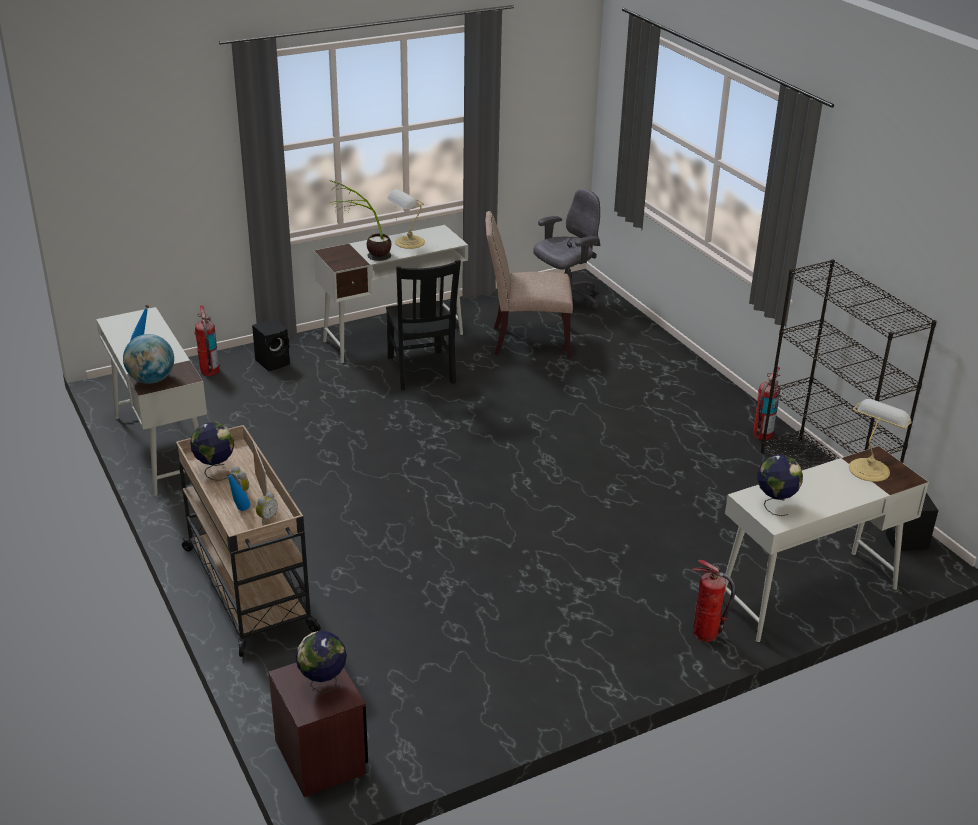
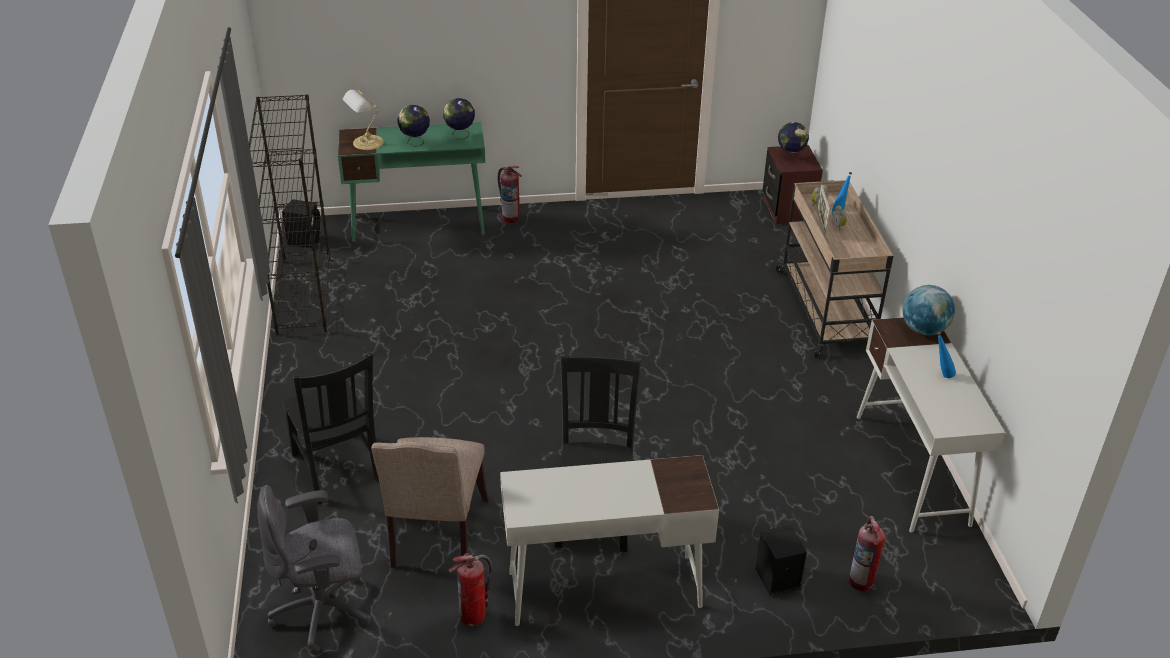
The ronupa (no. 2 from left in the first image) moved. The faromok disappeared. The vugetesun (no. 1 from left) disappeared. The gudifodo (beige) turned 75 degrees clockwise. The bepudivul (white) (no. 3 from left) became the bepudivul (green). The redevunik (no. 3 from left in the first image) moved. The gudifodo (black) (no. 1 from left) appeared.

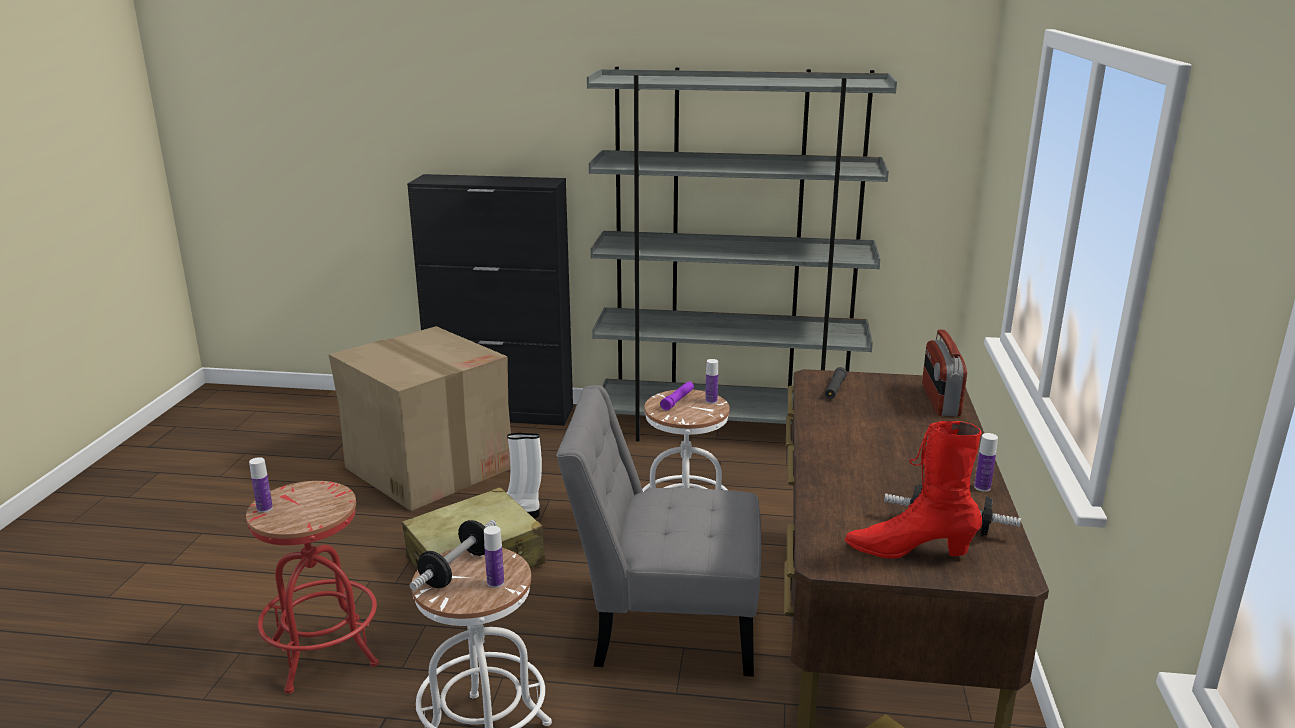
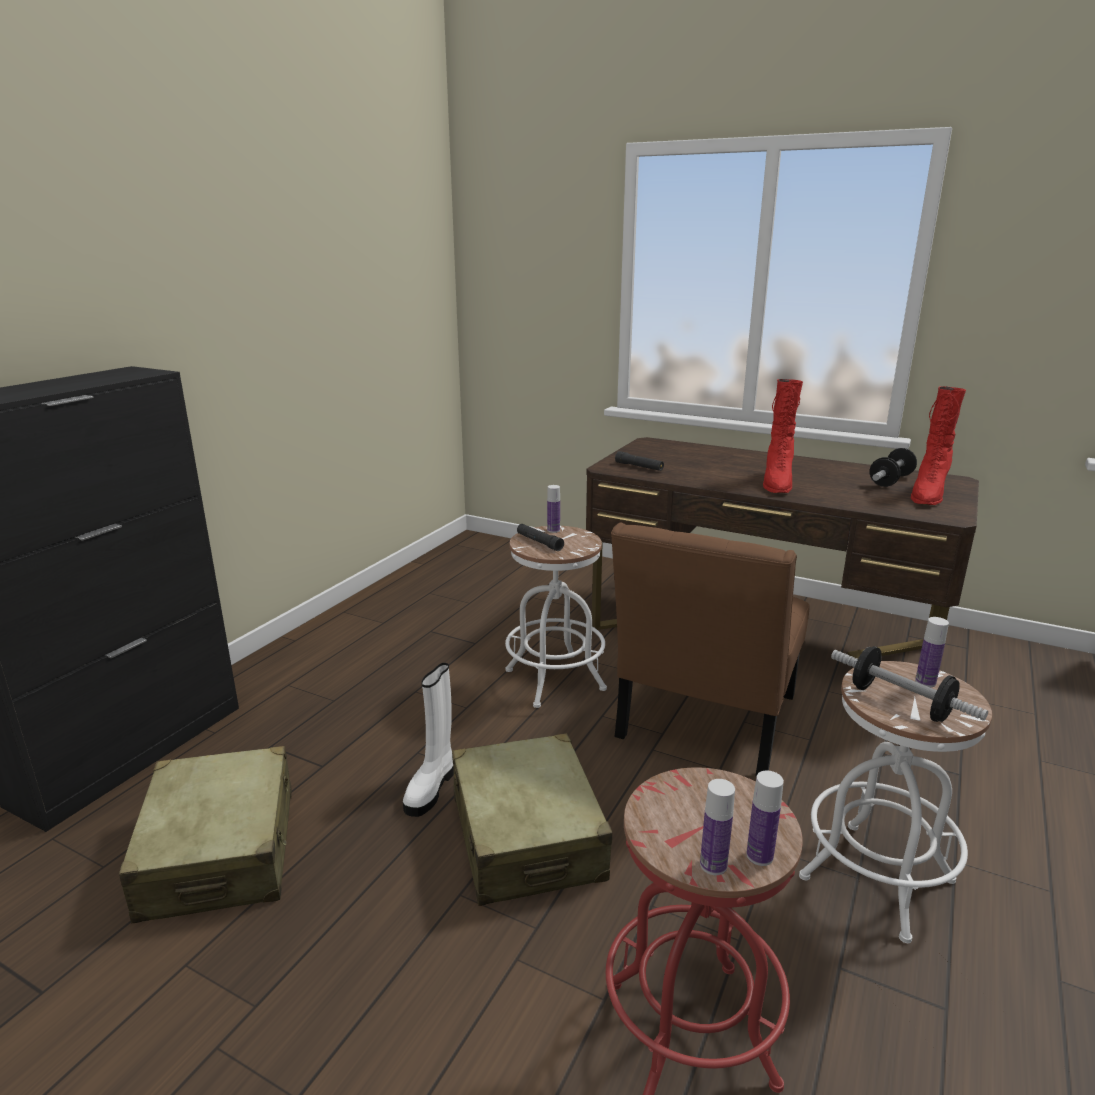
The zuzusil was replaced by the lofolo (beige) (no. 1 from left). The gudifodo (grey) became the gudifodo (brown). The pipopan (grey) disappeared. The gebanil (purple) became the gebanil (black) (no. 1 from left). The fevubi disappeared. The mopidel (no. 4 from left in the first image) moved. The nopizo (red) (no. 1 from left) appeared.

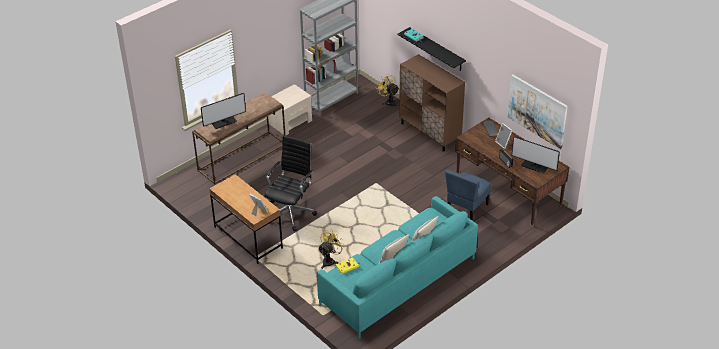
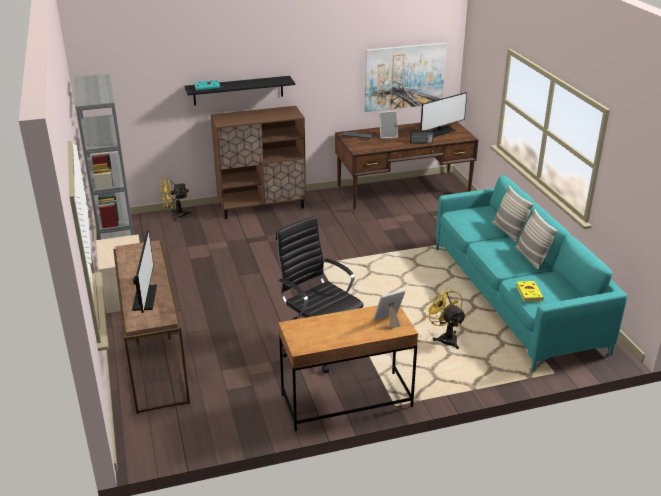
The gudifodo (blue) disappeared.

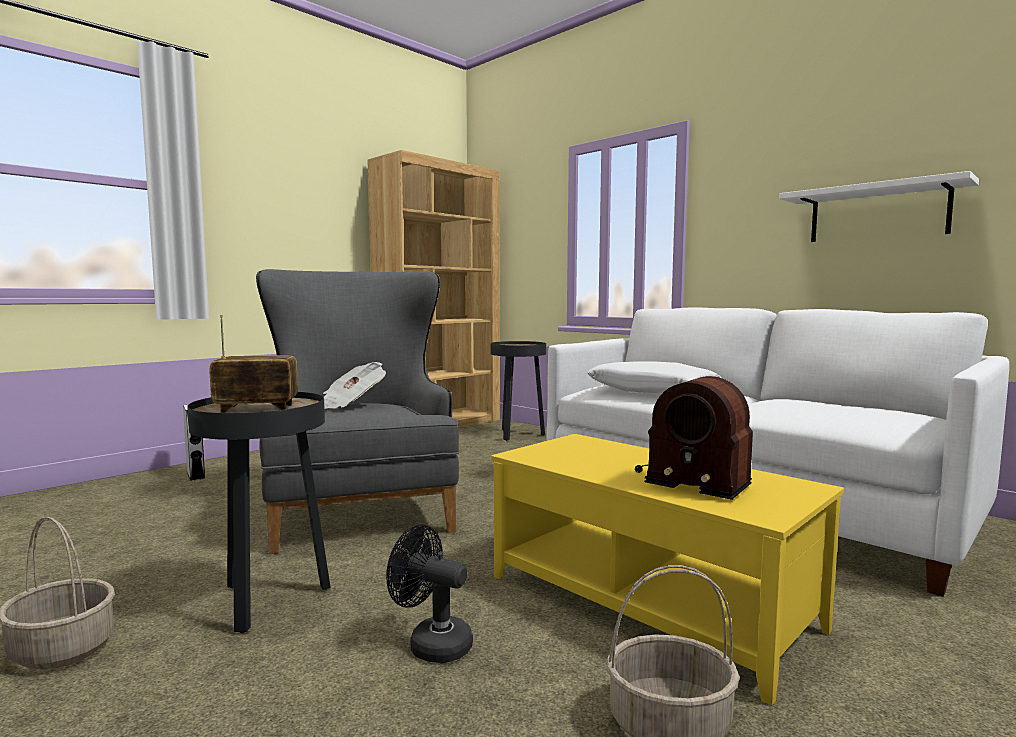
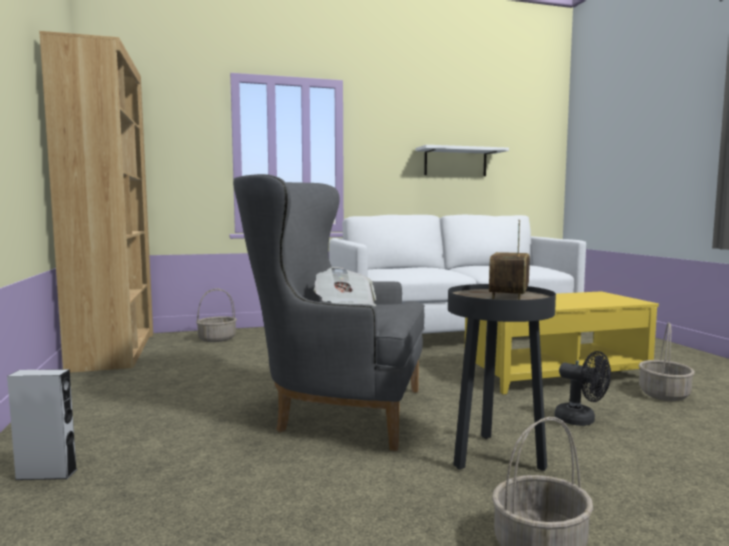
The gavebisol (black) turned 105 degrees counterclockwise. The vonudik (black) (no. 2 from left) was replaced by the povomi (no. 1 from left). The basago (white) disappeared. The fevubi (no. 2 from left) disappeared.

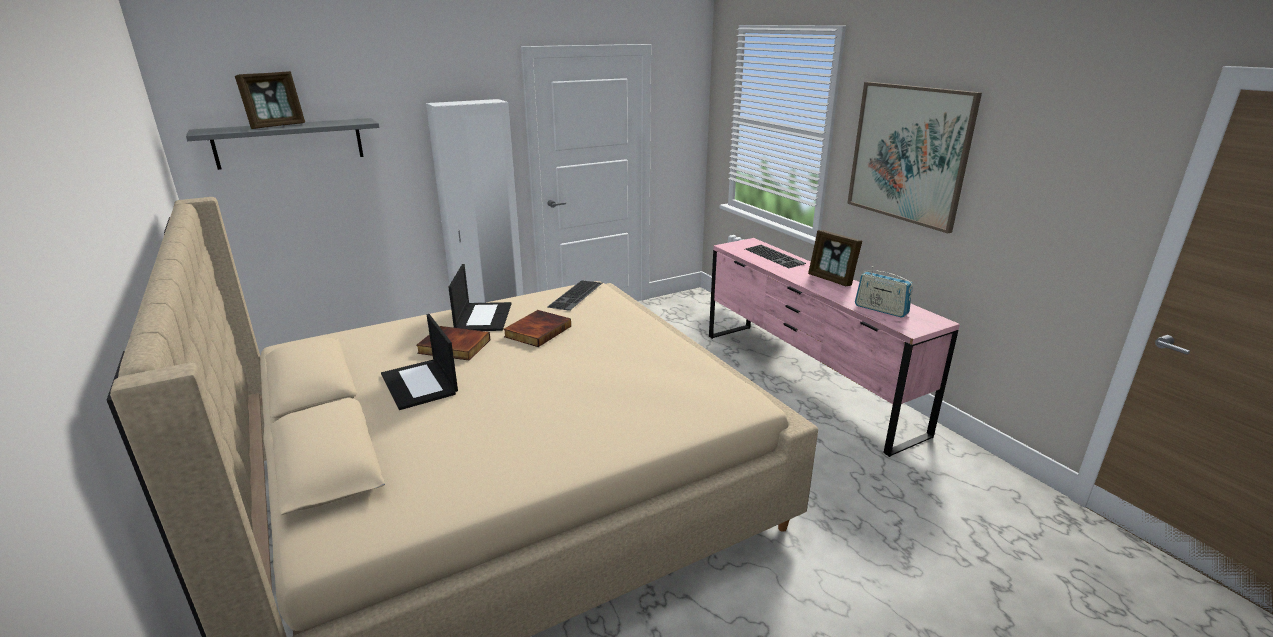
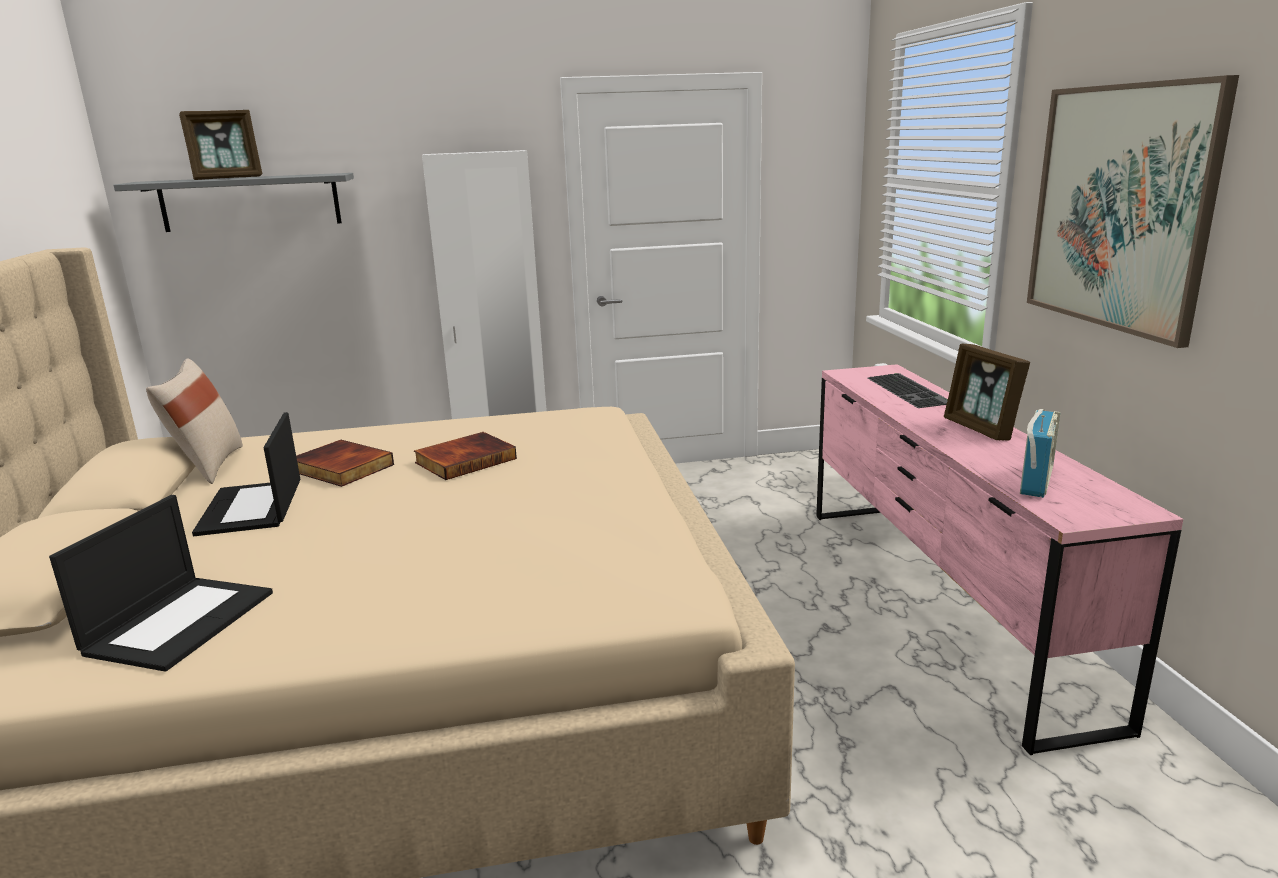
The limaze (no. 2 from left in the first image) moved. The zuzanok (no. 1 from left) disappeared. The fevubi turned 120 degrees counterclockwise. The basago (beige) appeared.

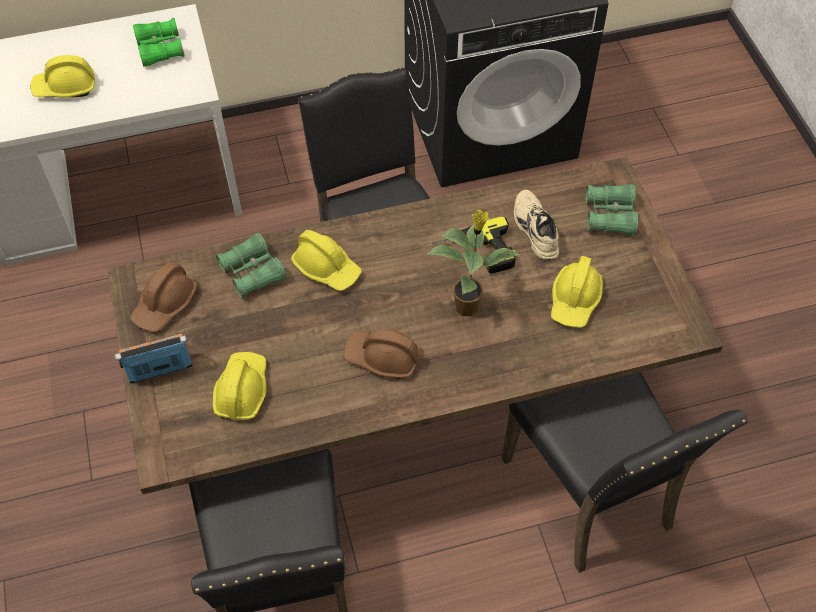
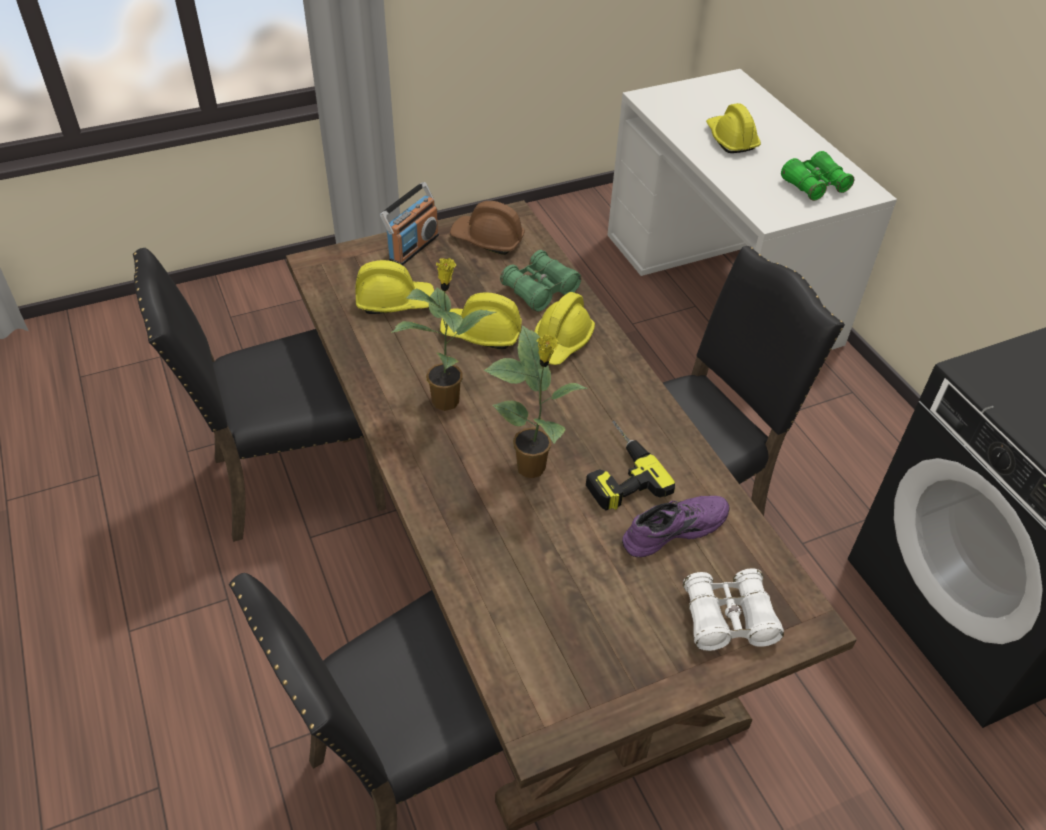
The fevubi turned 60 degrees clockwise. The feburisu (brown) (no. 2 from left) was replaced by the faromok (no. 1 from left). The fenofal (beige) became the fenofal (purple). The feburisu (yellow) (no. 4 from left in the first image) moved. The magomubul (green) (no. 3 from left) became the magomubul (white).

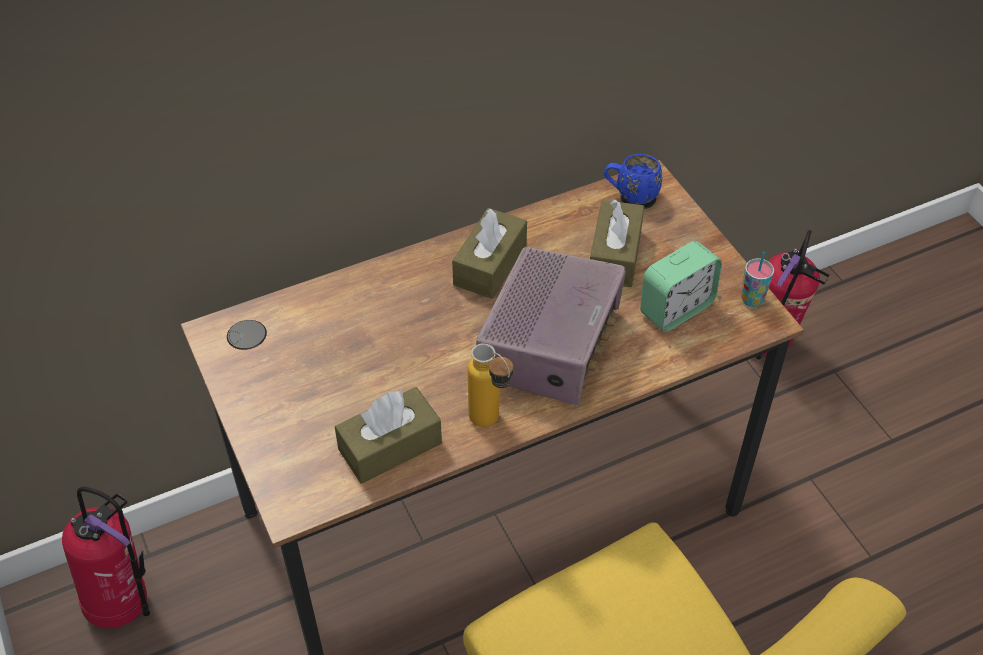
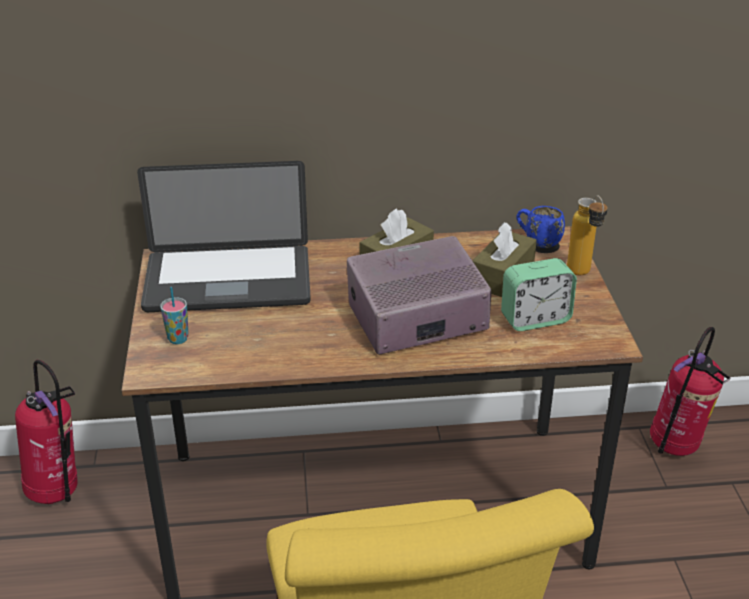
The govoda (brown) (no. 1 from left) disappeared. The mopidel moved. The fevubi turned 150 degrees counterclockwise. The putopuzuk moved. The limaze appeared.

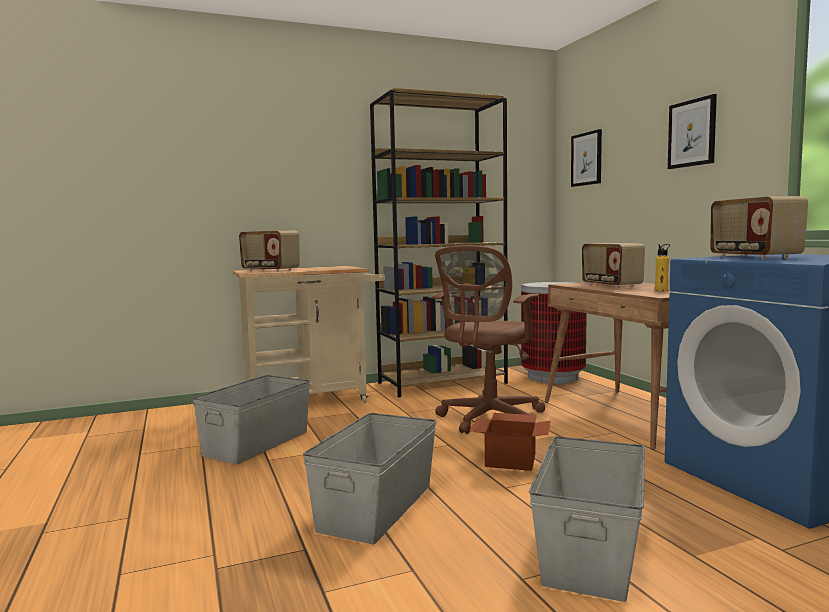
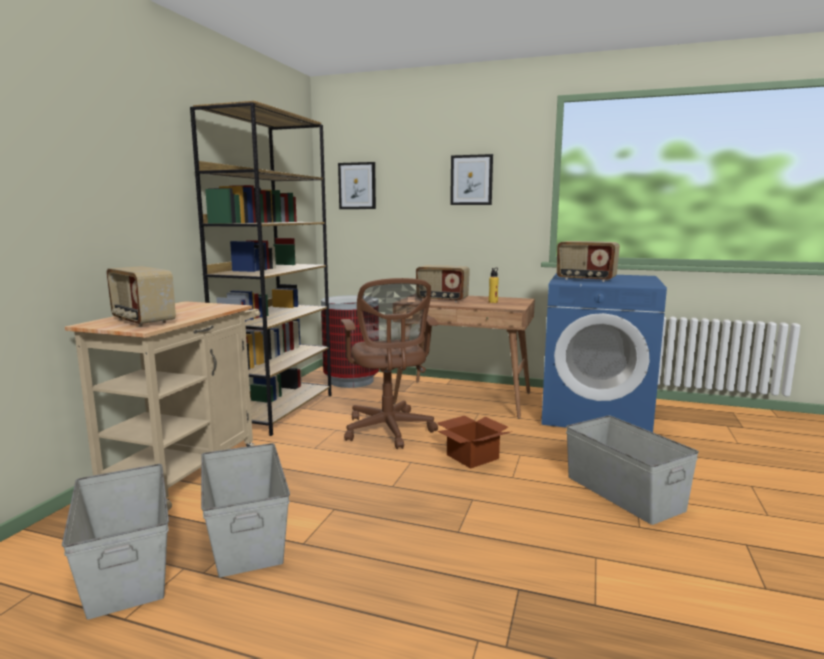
The fevubi (no. 1 from left) turned 60 degrees clockwise. The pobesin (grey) (no. 2 from left in the first image) moved.

